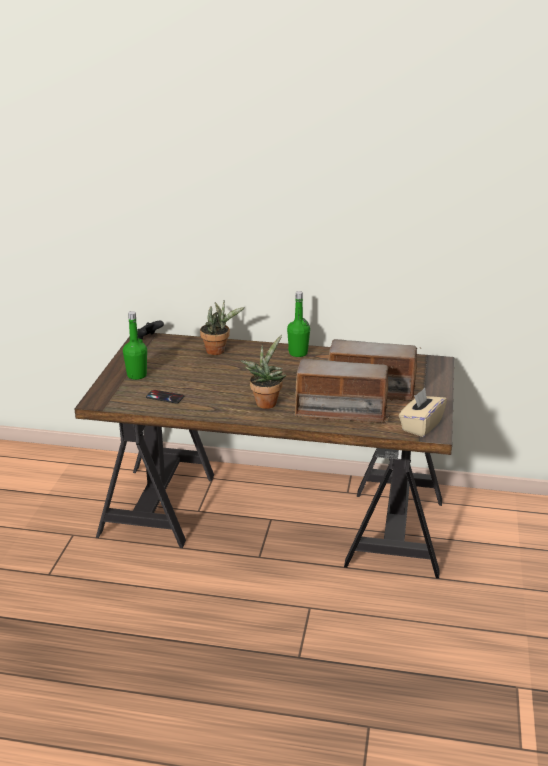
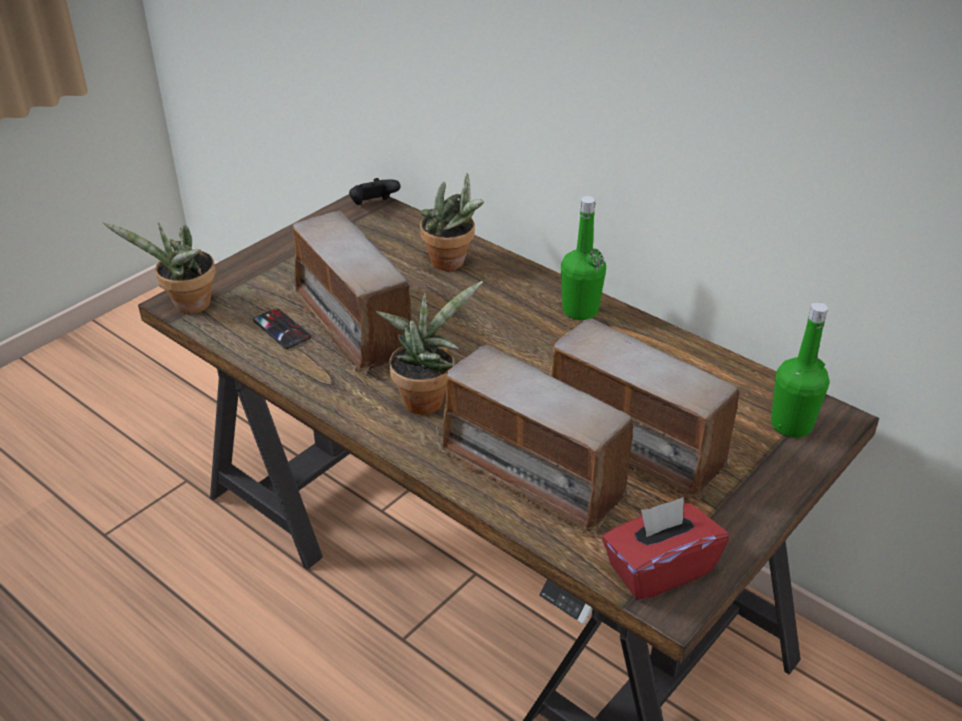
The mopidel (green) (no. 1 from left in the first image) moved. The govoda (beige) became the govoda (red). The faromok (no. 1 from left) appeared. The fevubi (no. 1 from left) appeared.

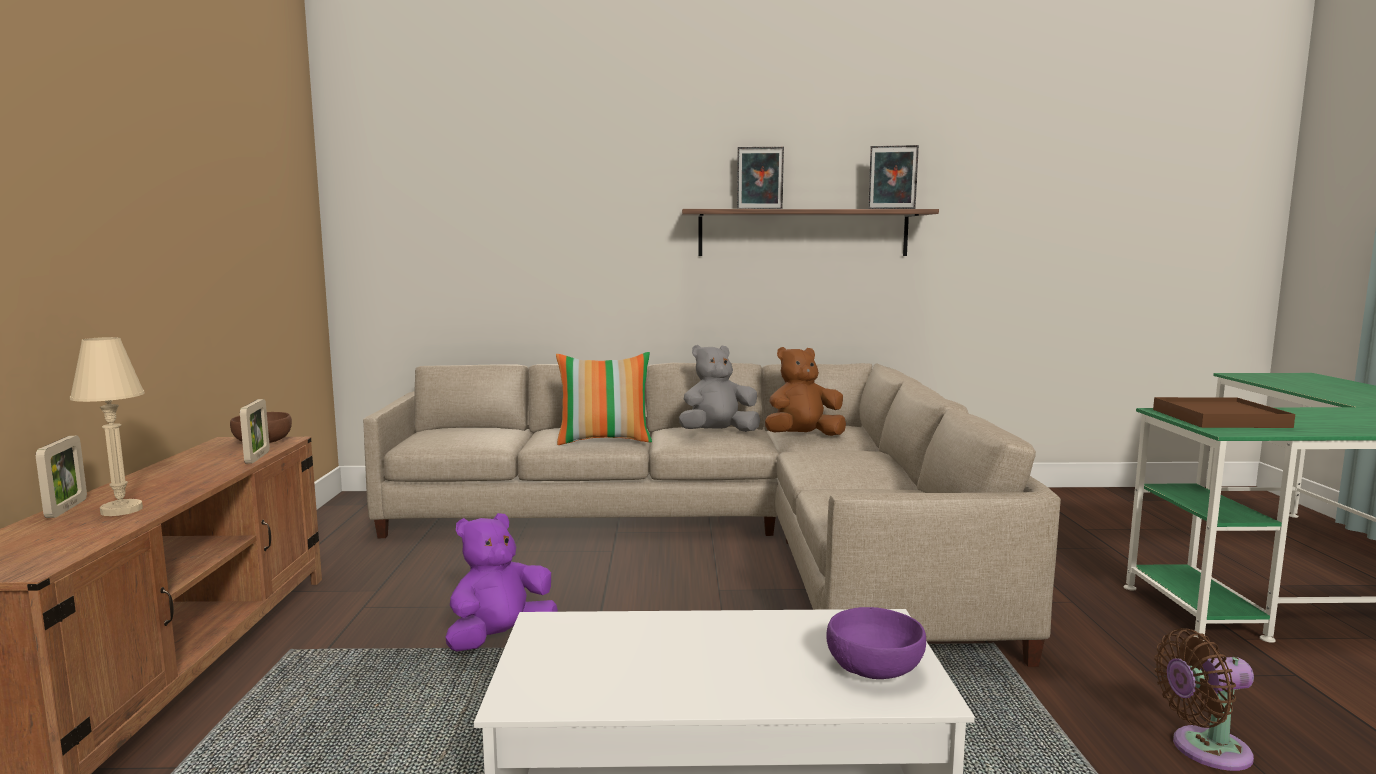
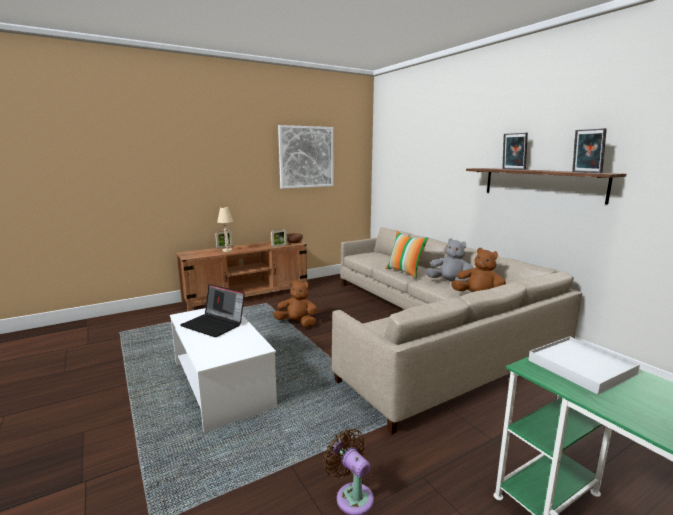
The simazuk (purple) became the simazuk (brown) (no. 1 from left). The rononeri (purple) disappeared. The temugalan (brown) became the temugalan (white). The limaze appeared. The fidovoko appeared.

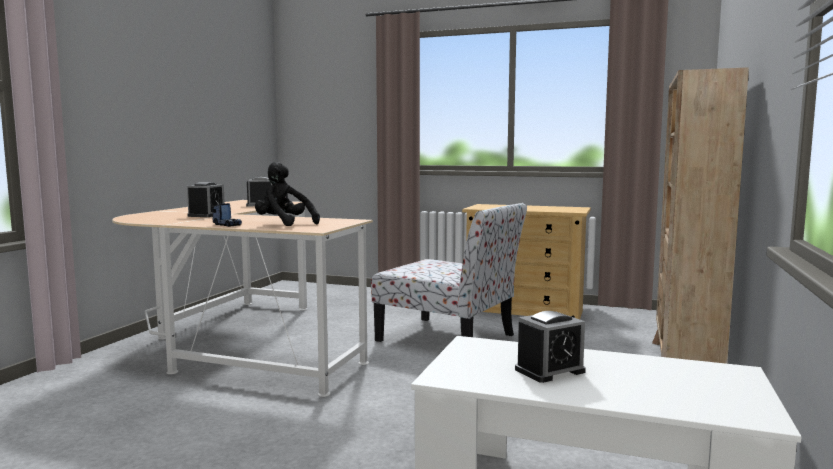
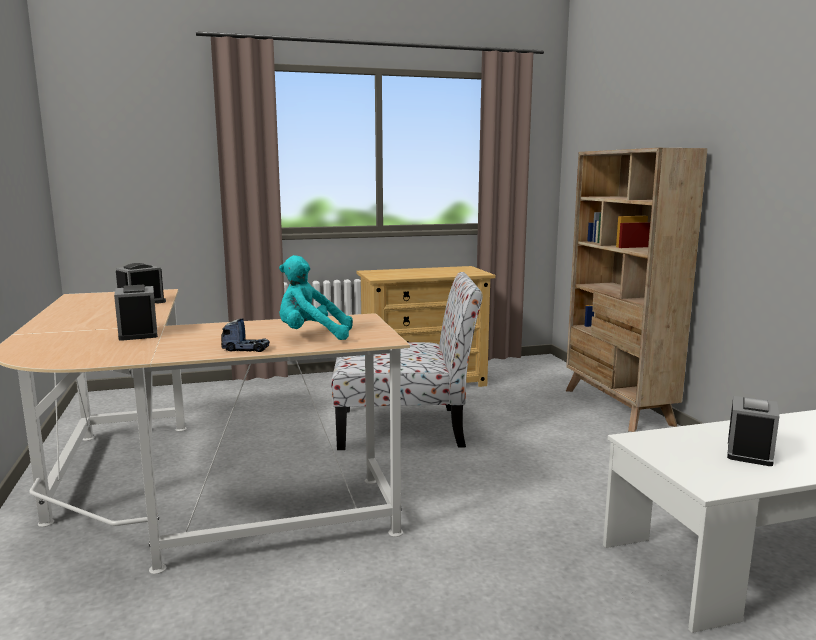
The simazuk (black) became the simazuk (turquoise).

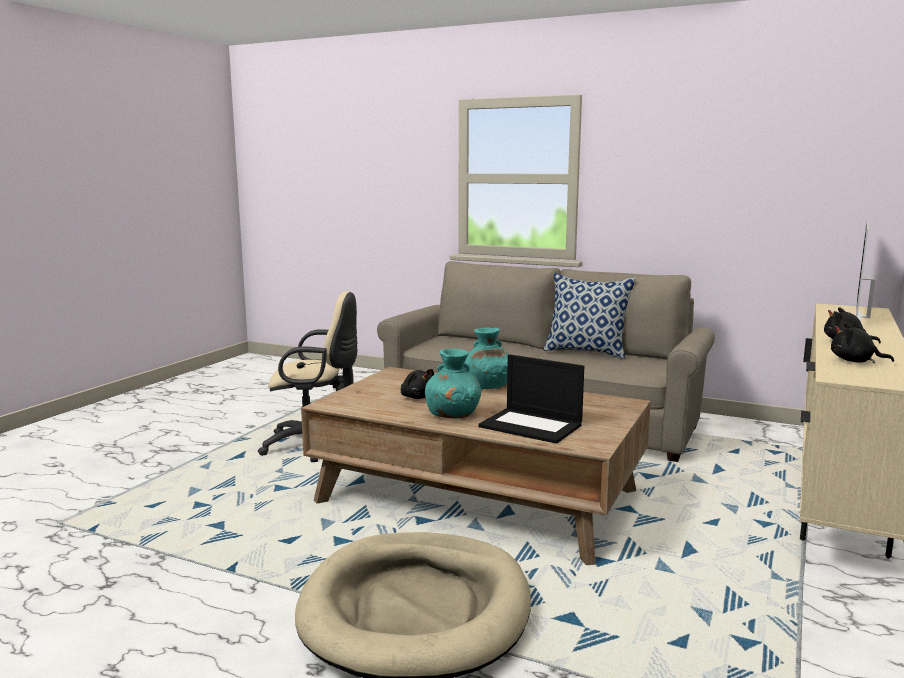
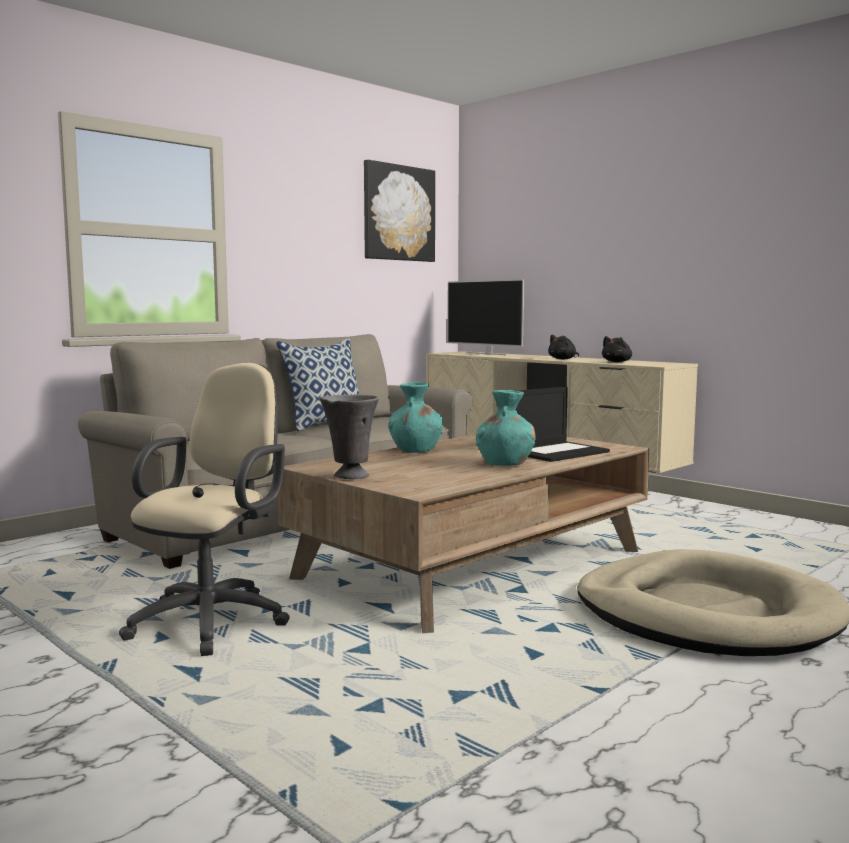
The simazuk (black) (no. 1 from left) disappeared. The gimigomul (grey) appeared. The fidovoko appeared.

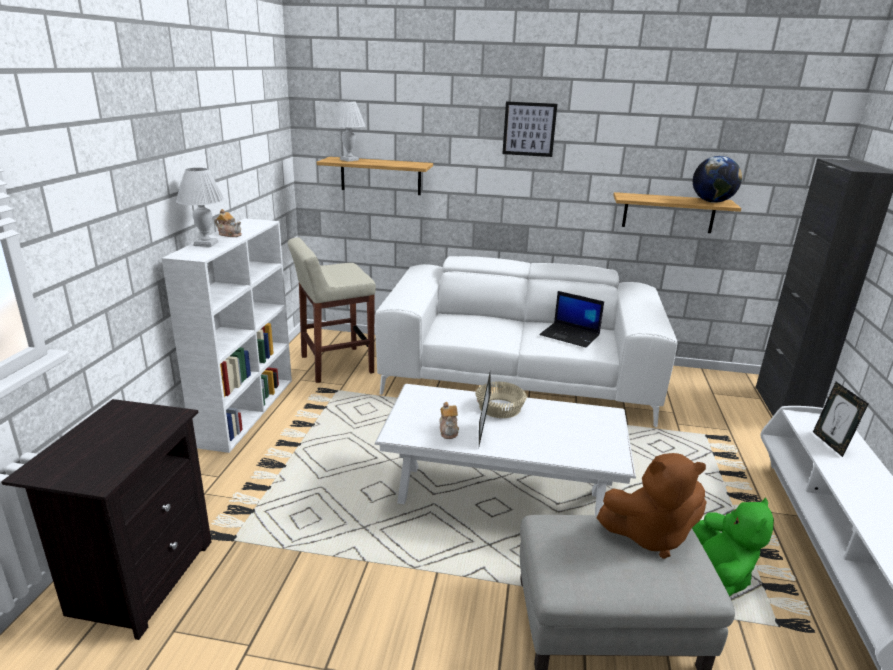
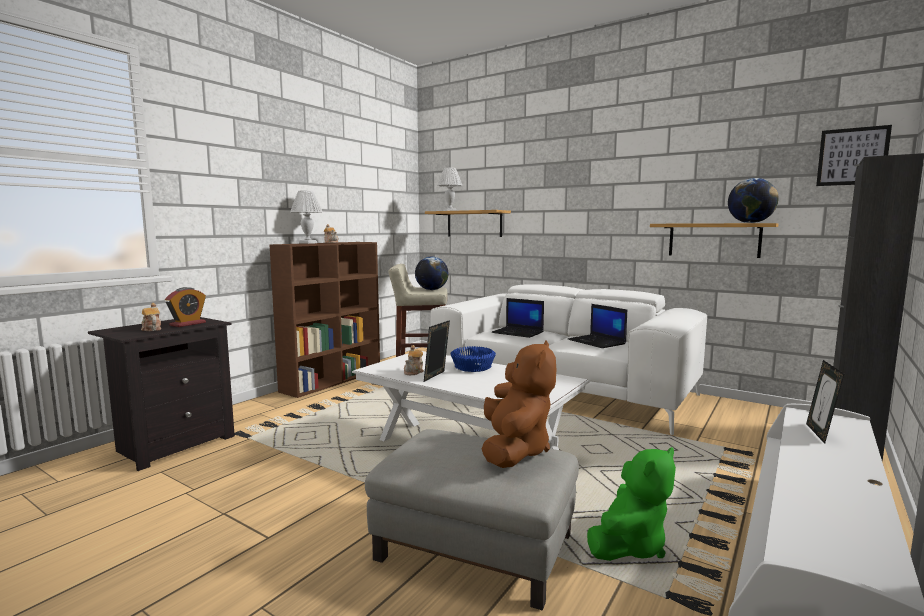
The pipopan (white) became the pipopan (brown). The rononeri (beige) became the rononeri (blue). The fidovoko moved. The simazuk (brown) turned 105 degrees counterclockwise. The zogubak (no. 1 from left) appeared. The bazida appeared. The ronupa (no. 1 from left) appeared. The limaze (no. 1 from left) appeared.

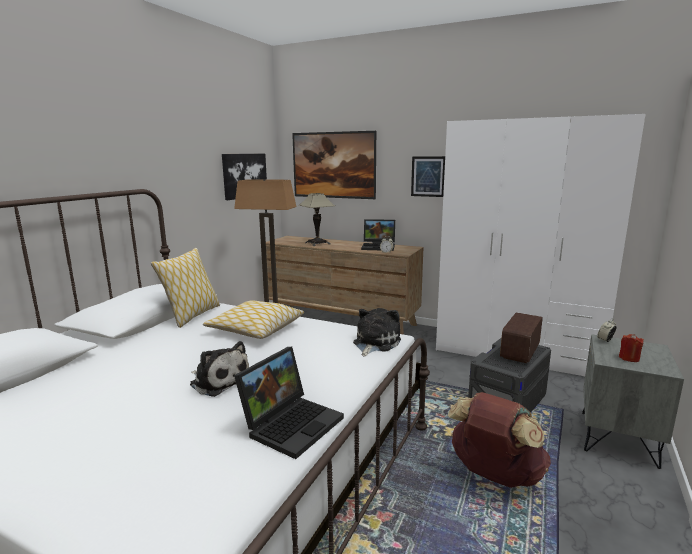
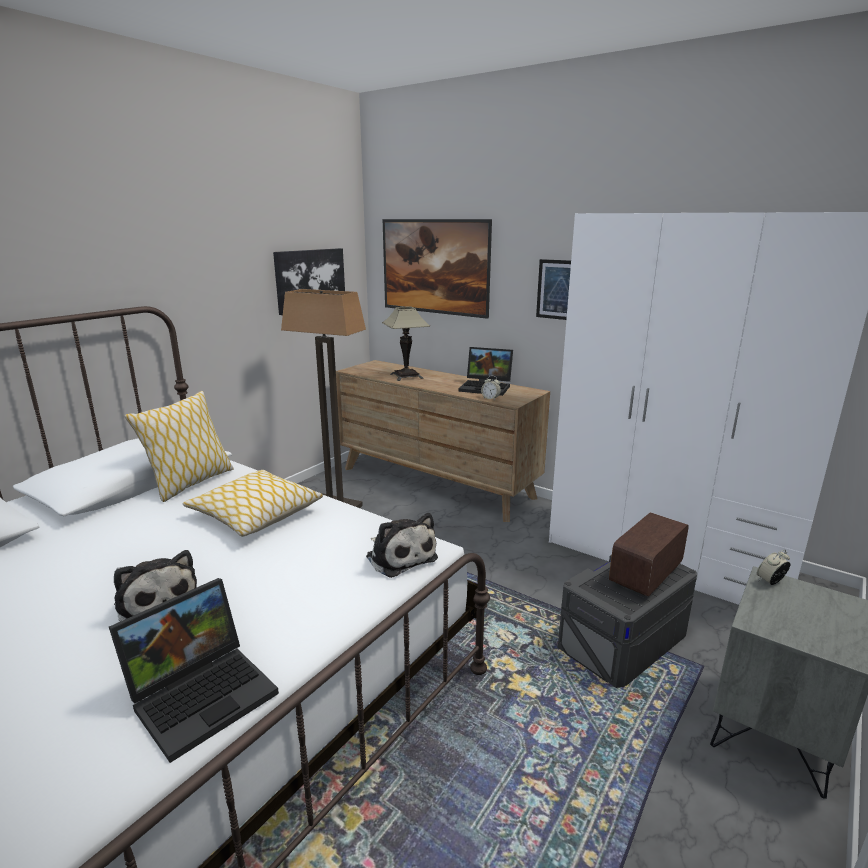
The simazuk (no. 2 from left) turned 105 degrees clockwise. The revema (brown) disappeared. The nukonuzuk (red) disappeared.

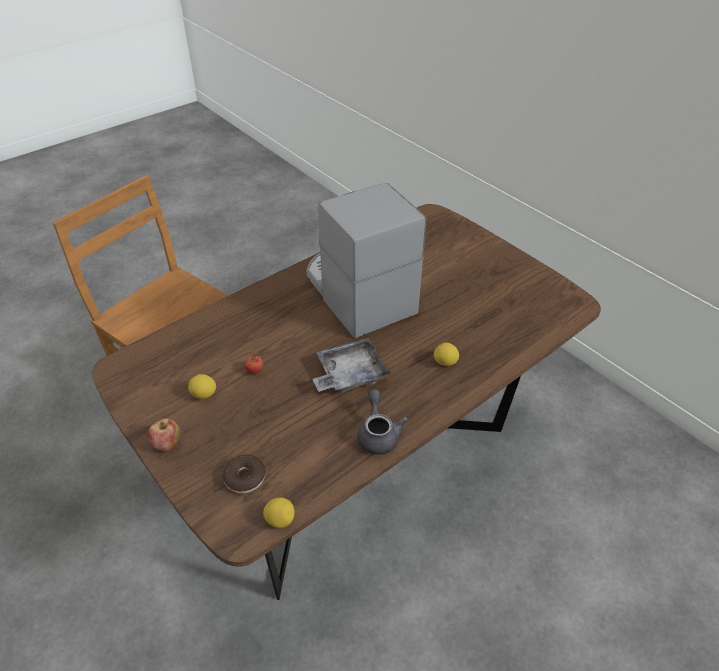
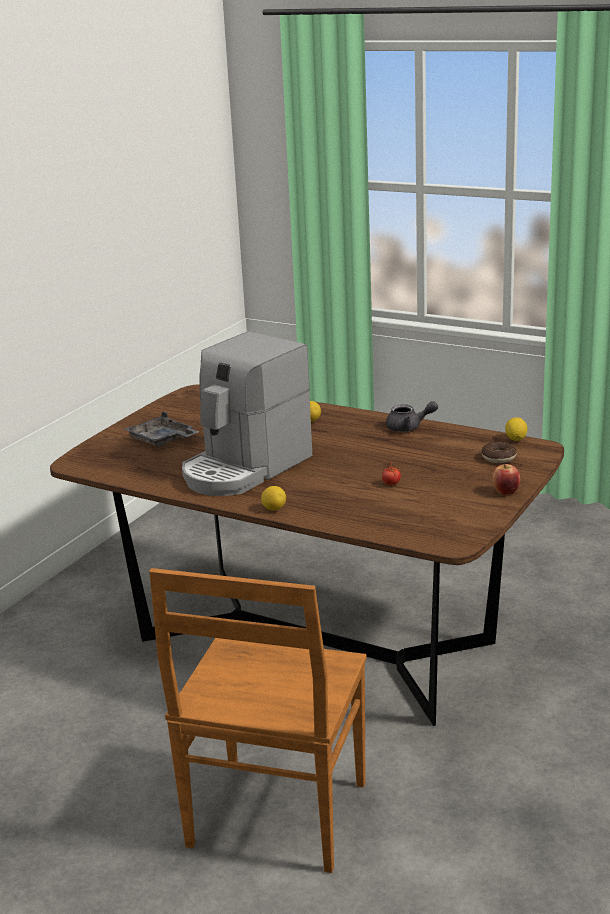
The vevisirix (no. 1 from left) moved. The temugalan (grey) moved. The zogubak (grey) turned 150 degrees counterclockwise.

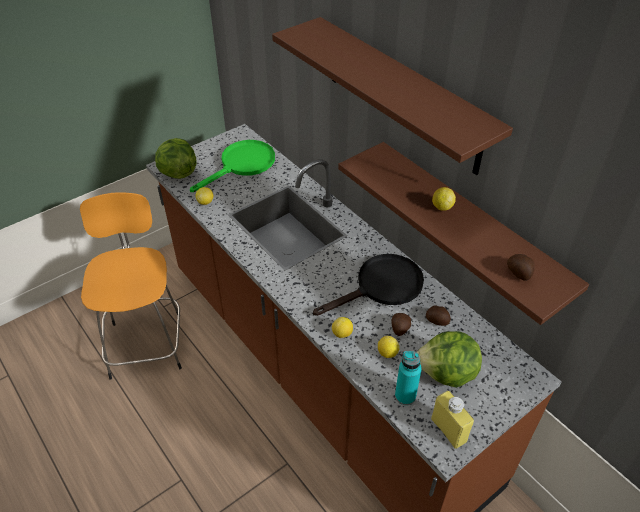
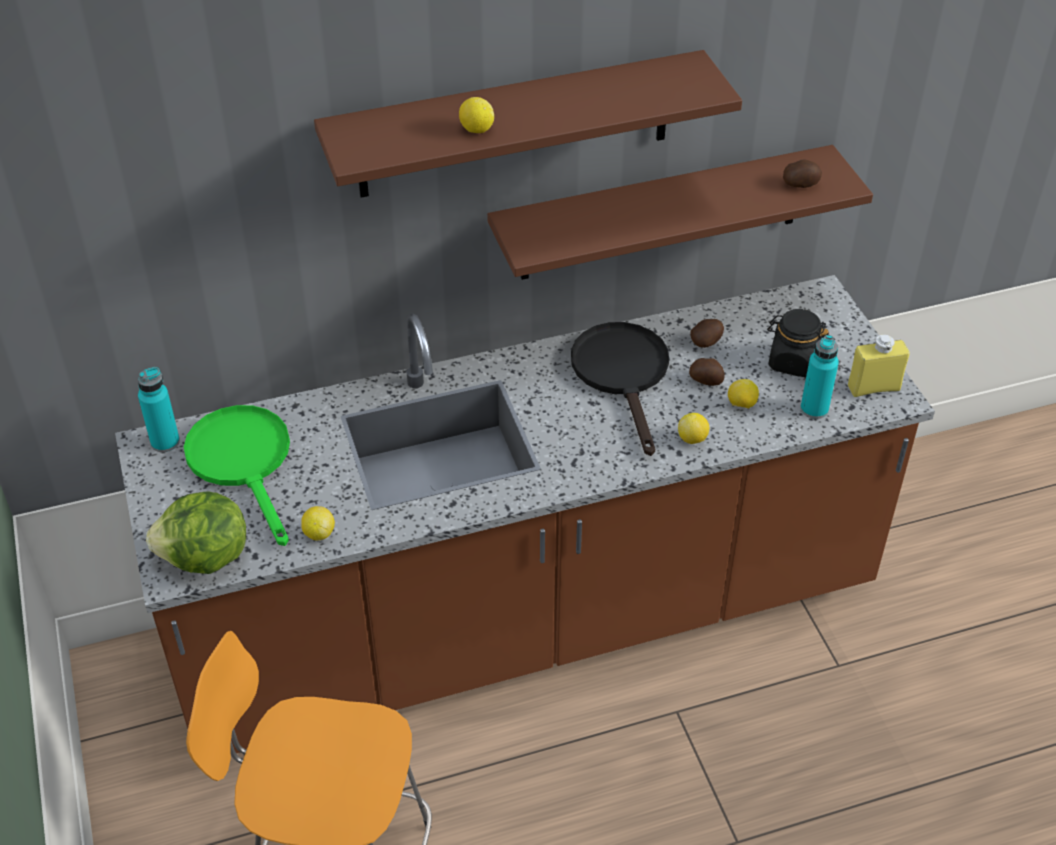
The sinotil (no. 2 from left) was replaced by the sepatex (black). The vevisirix (no. 4 from left in the first image) moved. The mopidel (turquoise) (no. 1 from left) appeared.

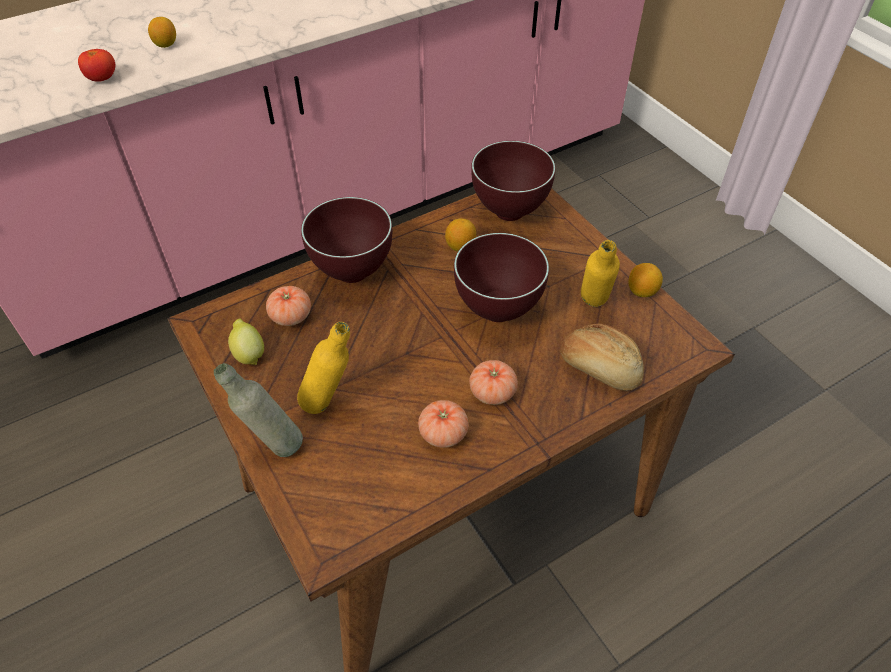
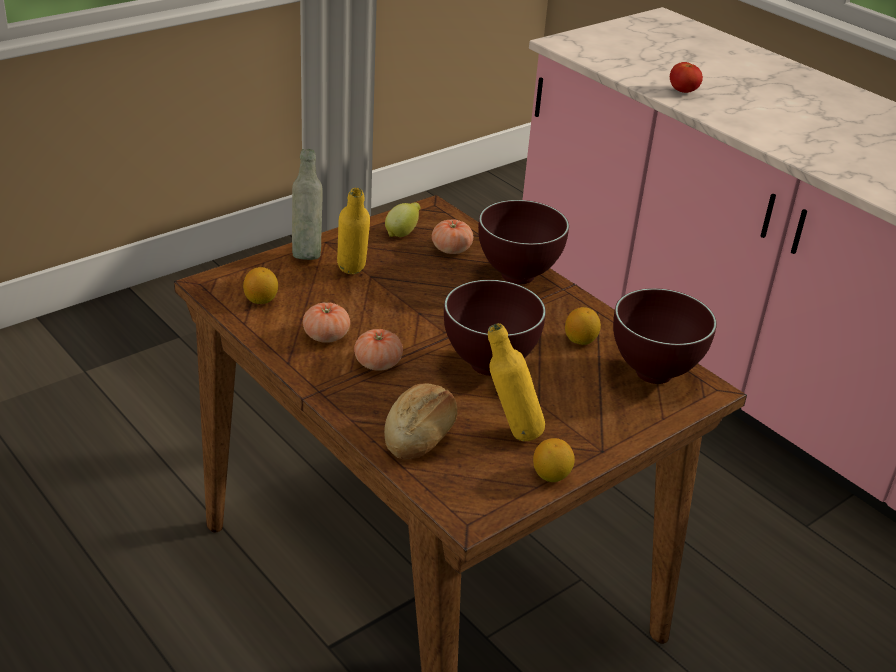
The vevisirix (no. 1 from left) moved.

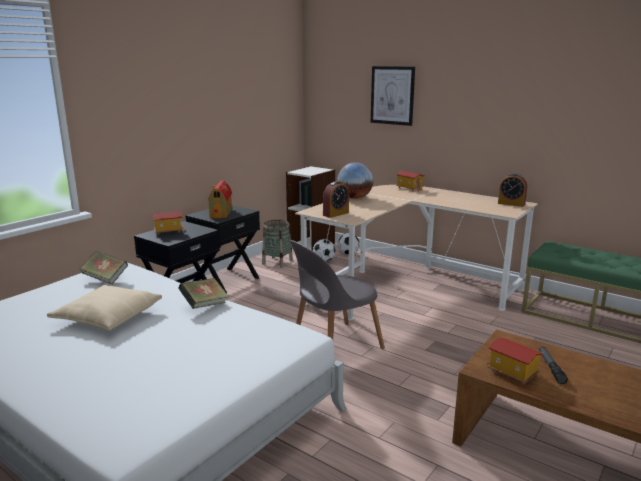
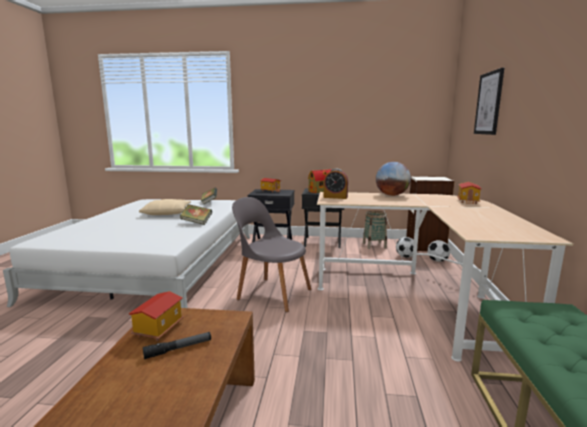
The bazida (no. 2 from left) disappeared.

